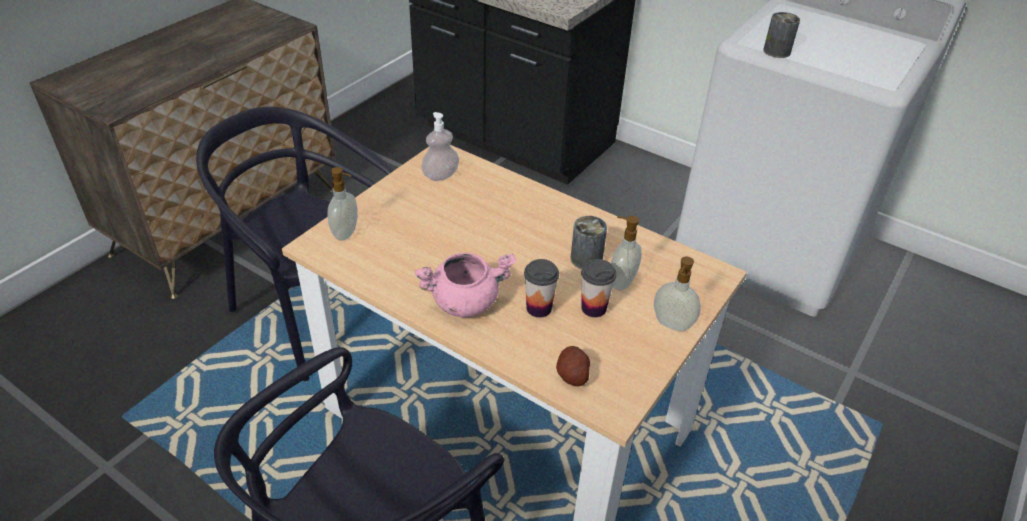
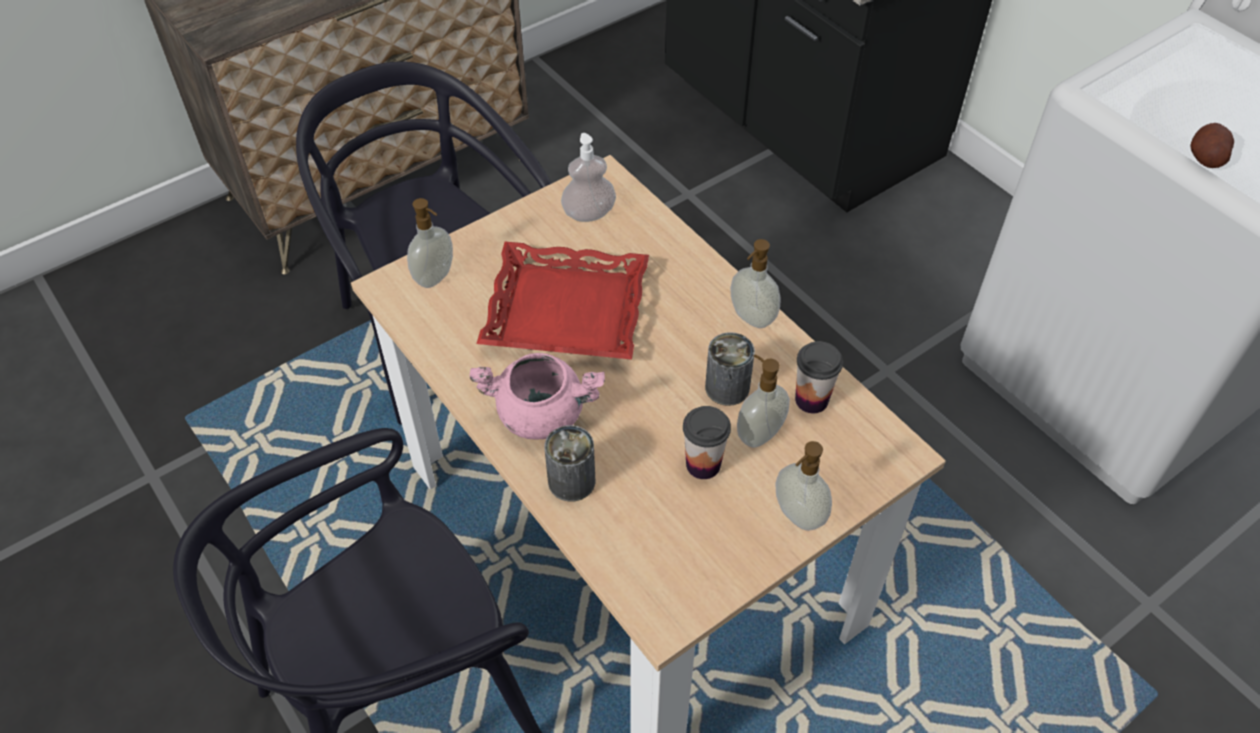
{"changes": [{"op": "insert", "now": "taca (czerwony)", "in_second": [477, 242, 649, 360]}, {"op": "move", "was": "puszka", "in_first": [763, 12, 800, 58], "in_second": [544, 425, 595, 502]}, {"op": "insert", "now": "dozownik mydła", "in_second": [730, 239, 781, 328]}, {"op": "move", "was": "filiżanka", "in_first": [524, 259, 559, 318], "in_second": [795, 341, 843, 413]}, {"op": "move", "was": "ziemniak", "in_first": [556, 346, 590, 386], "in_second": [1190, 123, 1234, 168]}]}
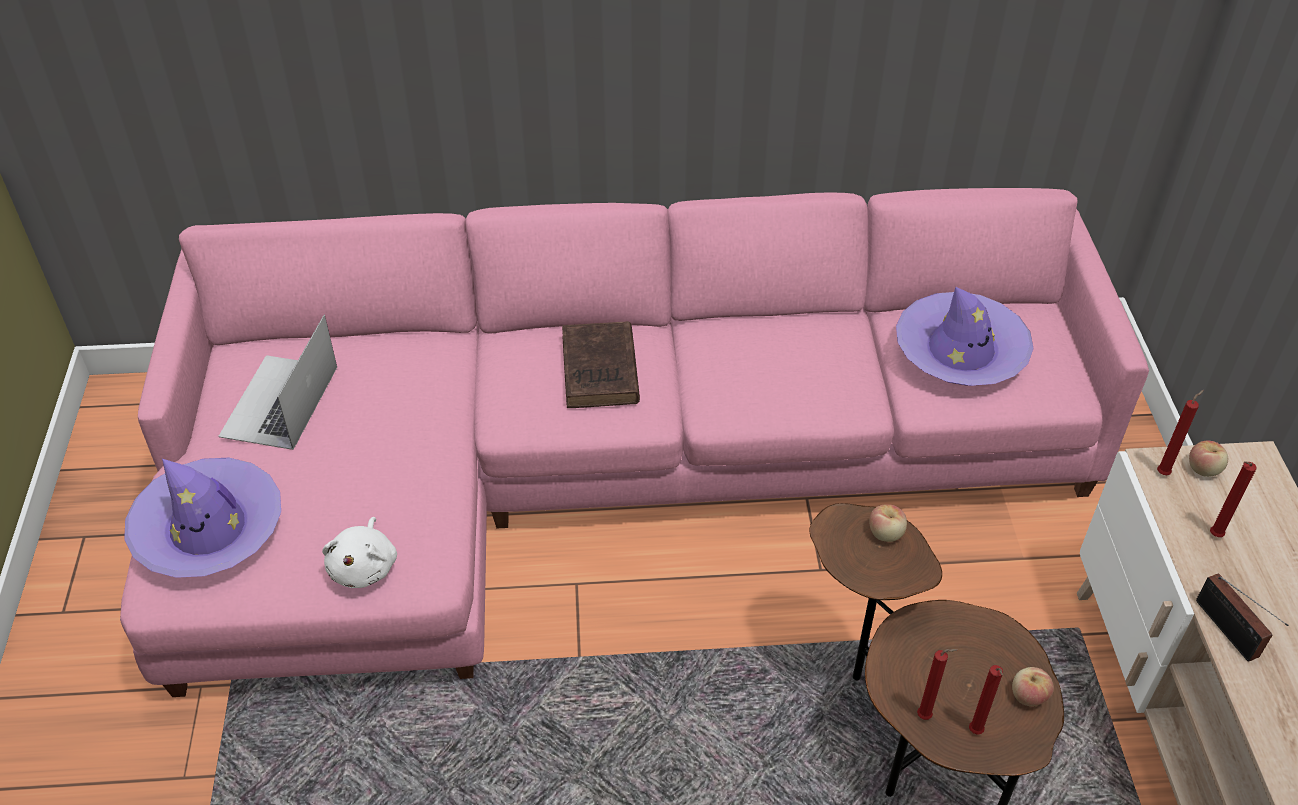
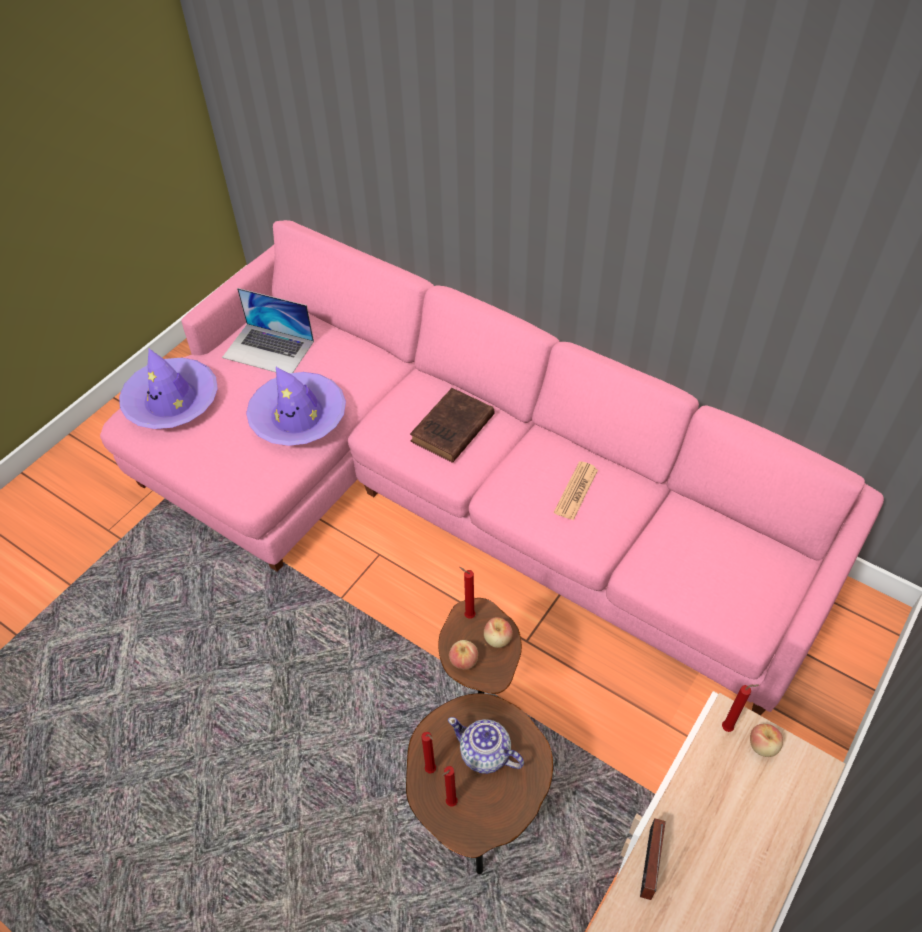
{"changes": [{"op": "rotate", "was": "laptop", "in_first": [218, 315, 337, 450], "in_second": [222, 288, 314, 373], "clockwise": -120}, {"op": "move", "was": "kapelusz (fioletowy)", "in_first": [896, 287, 1034, 386], "in_second": [246, 367, 346, 446]}, {"op": "insert", "now": "imbryk", "in_second": [448, 717, 524, 774]}, {"op": "move", "was": "jabłko", "in_first": [1012, 667, 1054, 706], "in_second": [449, 640, 478, 670]}, {"op": "move", "was": "świeca (czerwony)", "in_first": [1210, 461, 1257, 537], "in_second": [459, 567, 475, 619]}, {"op": "insert", "now": "gazeta", "in_second": [554, 461, 598, 520]}, {"op": "delete", "was": "pluszak (biały)", "in_first": [322, 517, 397, 588]}]}
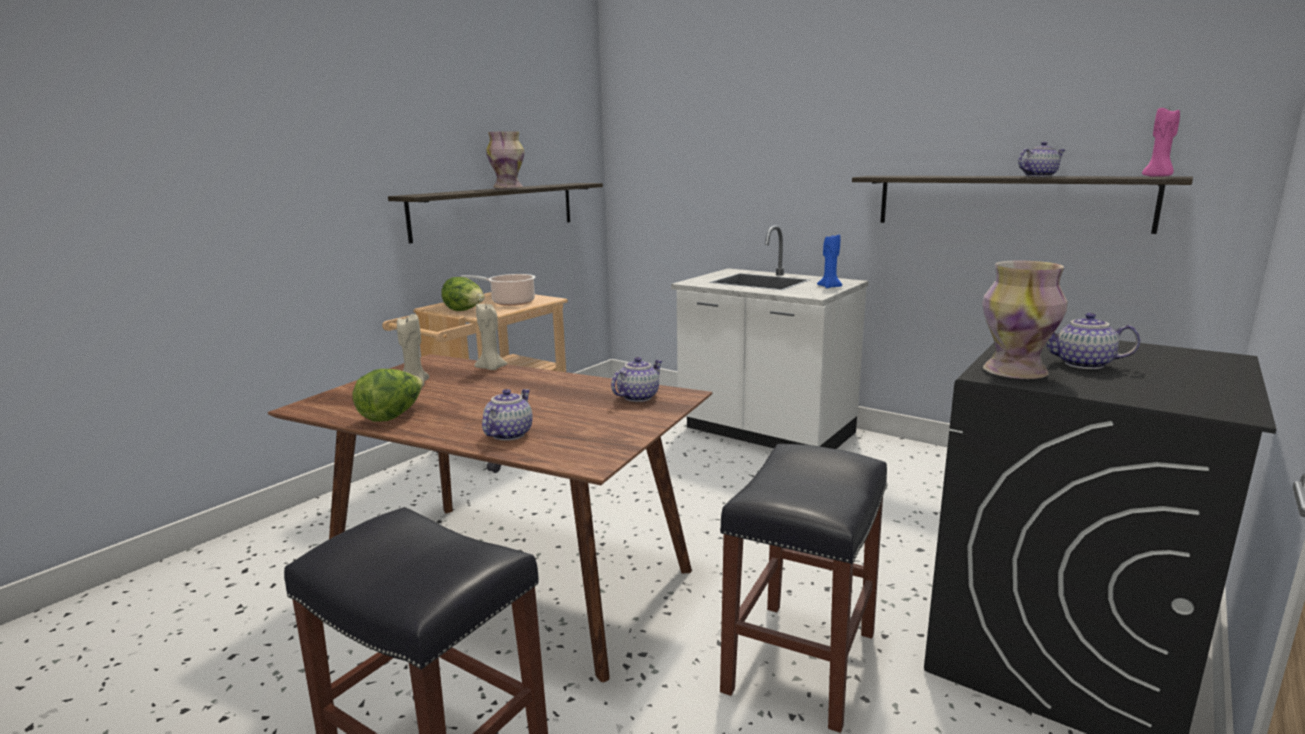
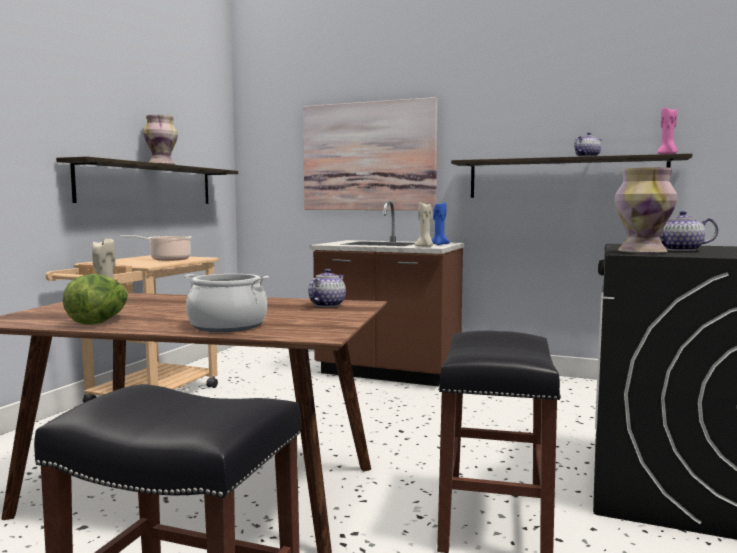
{"changes": [{"op": "replace", "was": "imbryk", "now": "garnek", "in_first": [482, 389, 533, 441], "in_second": [184, 274, 269, 332]}, {"op": "insert", "now": "obraz", "in_second": [303, 97, 438, 210]}, {"op": "recolor", "was": "zabudowa kuchenna (biały)", "now": "zabudowa kuchenna (brązowy)", "in_first": [671, 225, 869, 449], "in_second": [309, 201, 465, 387]}, {"op": "move", "was": "świeca (beżowy)", "in_first": [475, 304, 508, 370], "in_second": [415, 202, 433, 247]}, {"op": "delete", "was": "sałata", "in_first": [441, 277, 485, 311]}]}
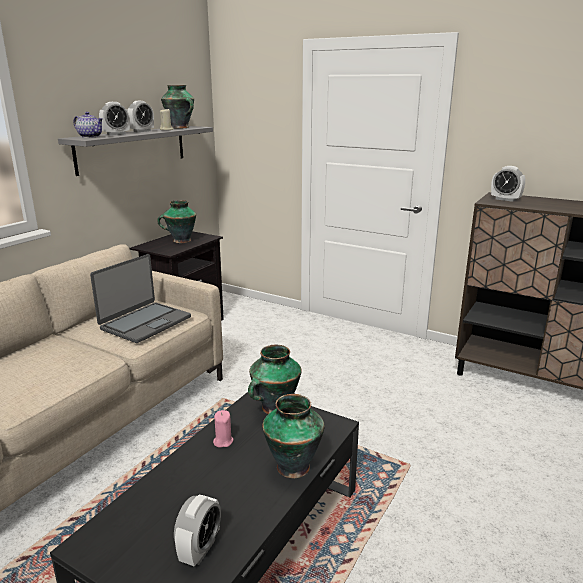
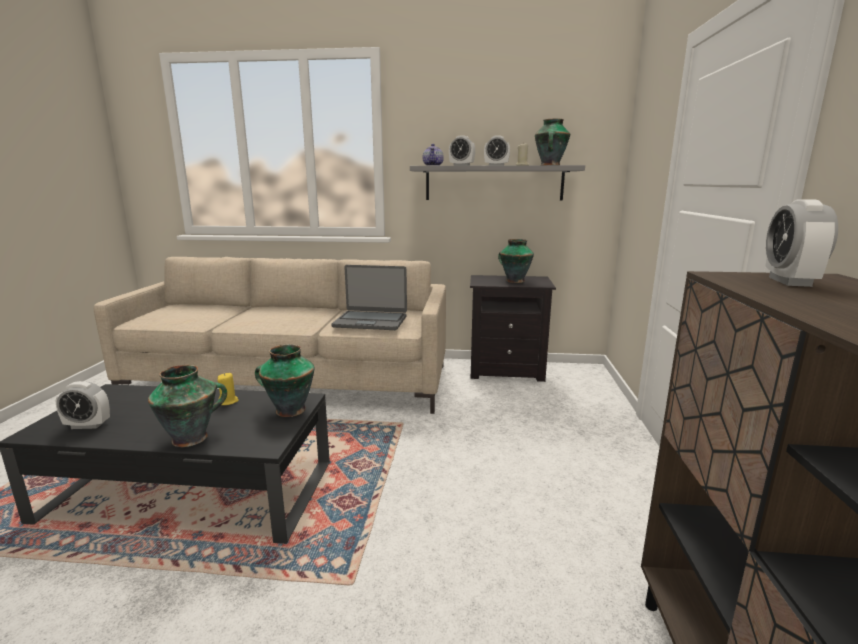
{"changes": [{"op": "recolor", "was": "świeca (różowy)", "now": "świeca (żółty)", "in_first": [213, 410, 233, 448], "in_second": [217, 373, 239, 405]}]}
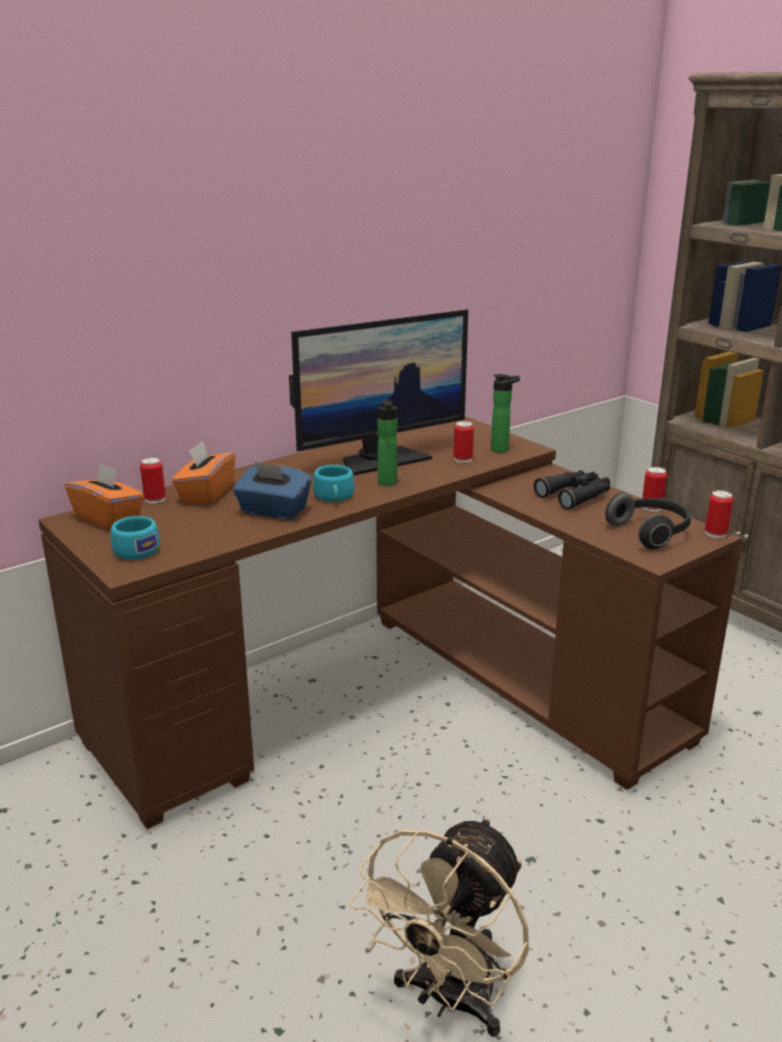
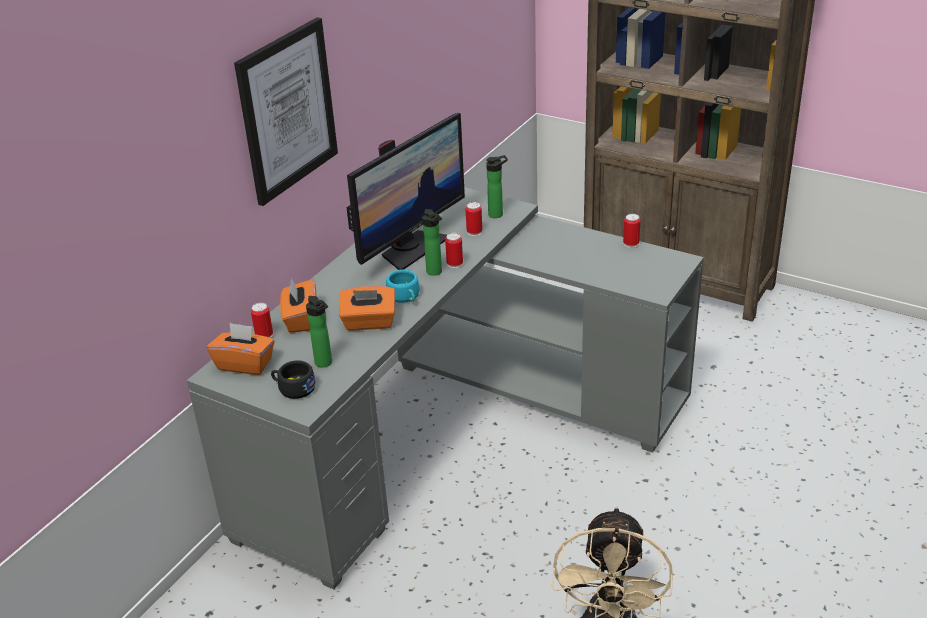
{"changes": [{"op": "recolor", "was": "biurko (brązowy)", "now": "biurko (szary)", "in_first": [38, 416, 742, 829], "in_second": [187, 187, 704, 590]}, {"op": "insert", "now": "obraz", "in_second": [234, 17, 338, 206]}, {"op": "recolor", "was": "filiżanka (turkusowy)", "now": "filiżanka (czarny)", "in_first": [111, 516, 160, 560], "in_second": [271, 360, 316, 399]}, {"op": "insert", "now": "butelka", "in_second": [306, 296, 332, 368]}, {"op": "recolor", "was": "pudełko chusteczek (niebieski)", "now": "pudełko chusteczek (pomarańczowy)", "in_first": [233, 461, 312, 520], "in_second": [339, 286, 395, 331]}, {"op": "move", "was": "puszka", "in_first": [705, 490, 733, 538], "in_second": [445, 233, 463, 268]}, {"op": "delete", "was": "lornetka (czarny)", "in_first": [534, 470, 610, 510]}, {"op": "delete", "was": "słuchawki", "in_first": [605, 492, 691, 549]}]}
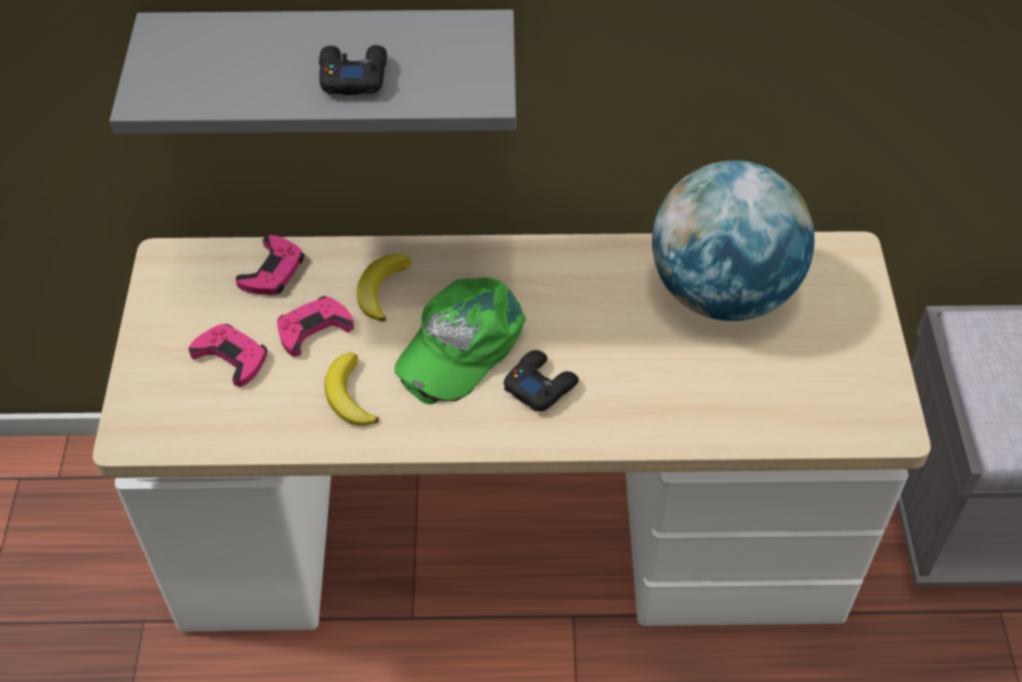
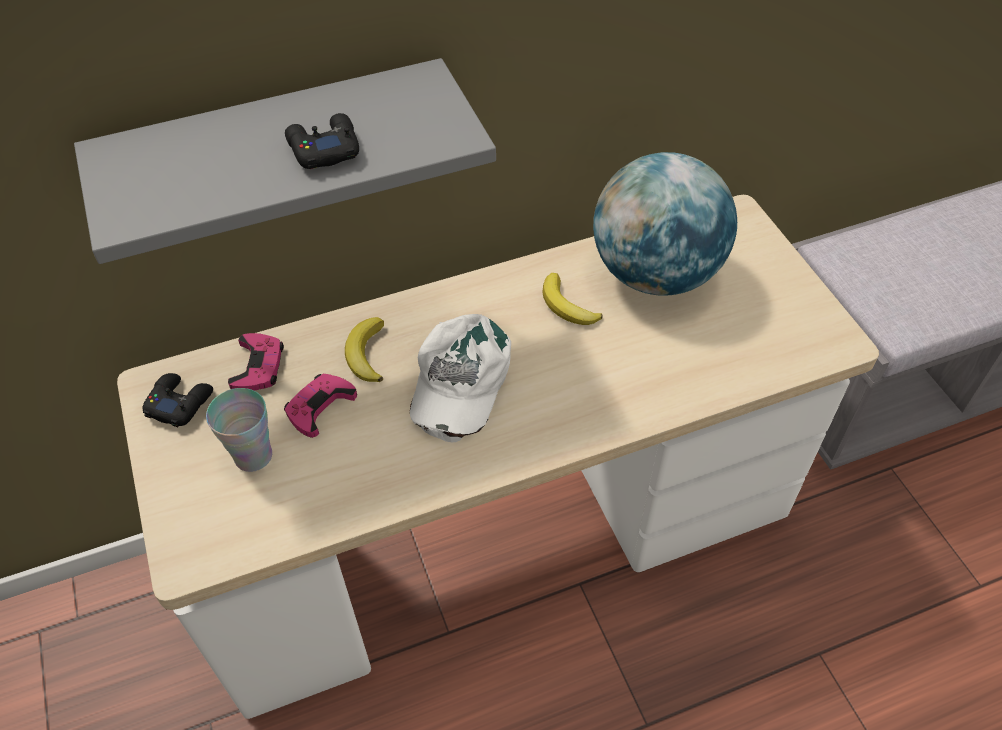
{"changes": [{"op": "move", "was": "pad do gier (czarny)", "in_first": [504, 350, 579, 412], "in_second": [142, 373, 213, 427]}, {"op": "replace", "was": "pad do gier (różowy)", "now": "filiżanka", "in_first": [188, 324, 267, 387], "in_second": [206, 388, 272, 472]}, {"op": "recolor", "was": "czapka z daszkiem (zielony)", "now": "czapka z daszkiem (biały)", "in_first": [394, 278, 526, 404], "in_second": [410, 314, 511, 442]}, {"op": "move", "was": "banan", "in_first": [324, 352, 379, 426], "in_second": [542, 273, 602, 325]}]}
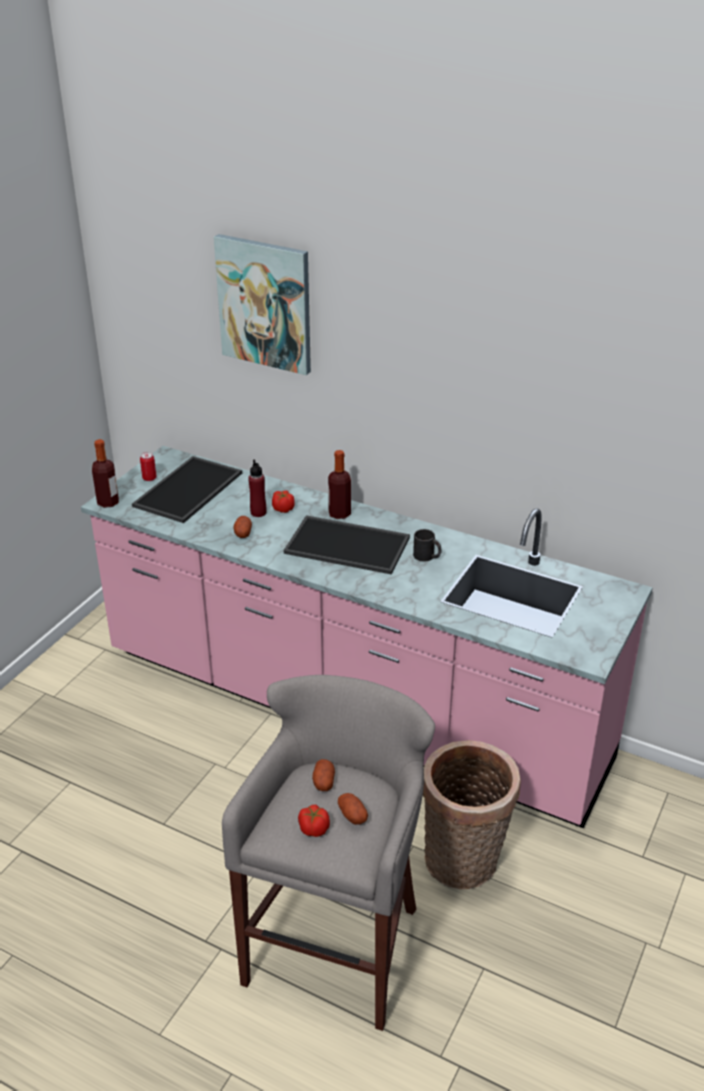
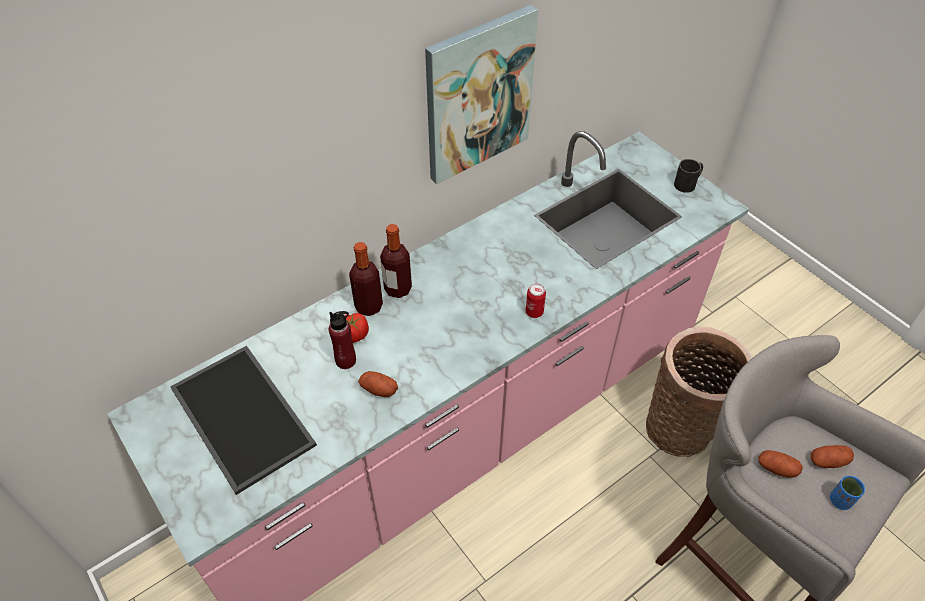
{"changes": [{"op": "move", "was": "butelka", "in_first": [92, 439, 119, 508], "in_second": [349, 242, 383, 316]}, {"op": "move", "was": "obraz", "in_first": [214, 234, 311, 375], "in_second": [425, 5, 538, 184]}, {"op": "move", "was": "puszka", "in_first": [140, 452, 157, 481], "in_second": [525, 284, 546, 318]}, {"op": "move", "was": "kubek (czarny)", "in_first": [413, 529, 442, 562], "in_second": [674, 159, 703, 193]}, {"op": "replace", "was": "pomidor", "now": "filiżanka (niebieski)", "in_first": [298, 805, 330, 837], "in_second": [830, 476, 865, 510]}, {"op": "delete", "was": "taca", "in_first": [284, 515, 410, 575]}]}
